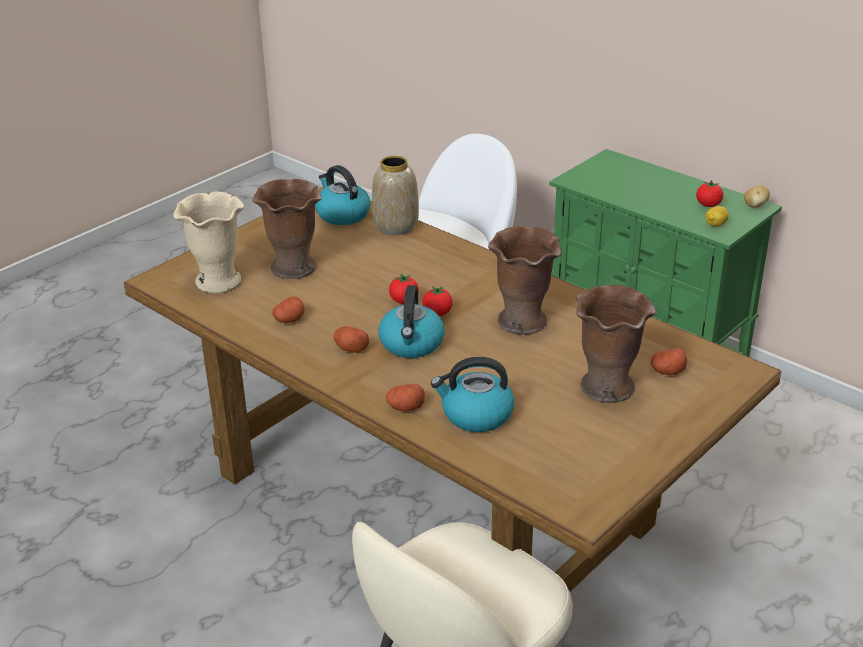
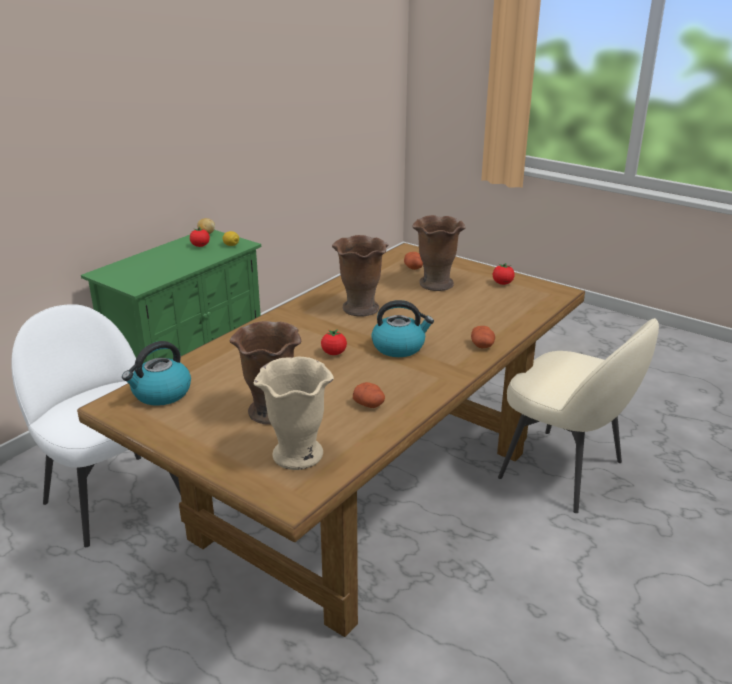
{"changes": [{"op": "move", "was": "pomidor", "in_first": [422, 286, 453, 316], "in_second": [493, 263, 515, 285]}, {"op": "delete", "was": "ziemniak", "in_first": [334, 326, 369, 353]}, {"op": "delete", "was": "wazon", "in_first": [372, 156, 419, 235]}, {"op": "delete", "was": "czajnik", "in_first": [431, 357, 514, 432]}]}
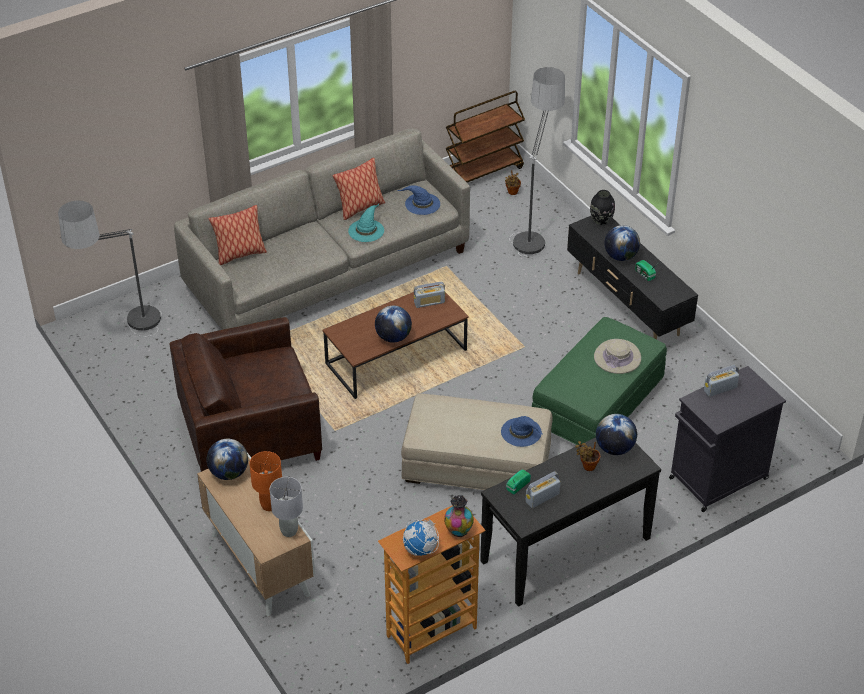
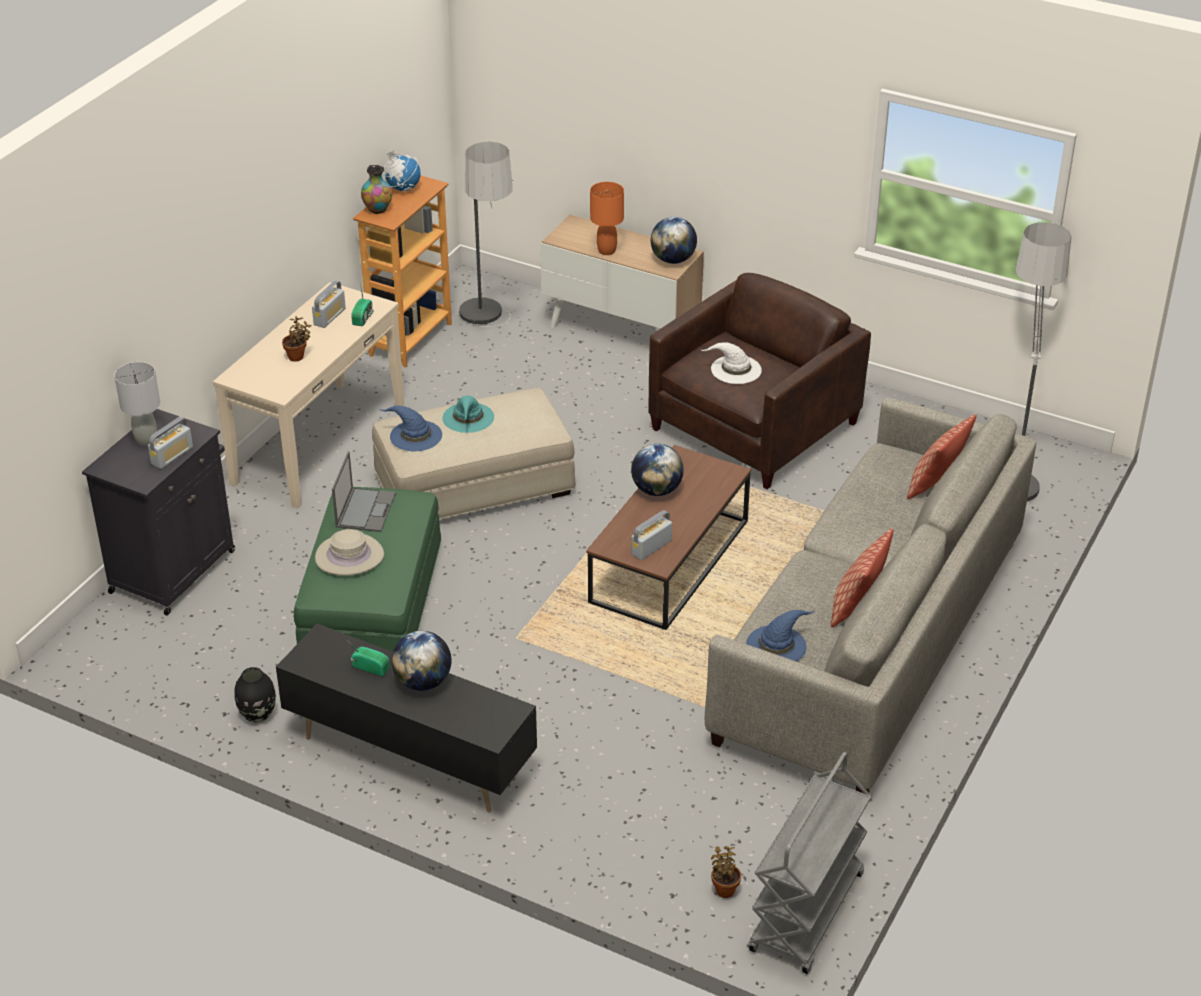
{"changes": [{"op": "move", "was": "lampa stołowa (szary)", "in_first": [270, 477, 303, 537], "in_second": [114, 362, 160, 446]}, {"op": "recolor", "was": "stolik konsolowy (czarny)", "now": "stolik konsolowy (beżowy)", "in_first": [480, 437, 661, 607], "in_second": [213, 282, 404, 509]}, {"op": "move", "was": "wazon (czarny)", "in_first": [590, 190, 615, 225], "in_second": [234, 667, 276, 723]}, {"op": "insert", "now": "laptop", "in_second": [332, 451, 396, 532]}, {"op": "move", "was": "kapelusz (turkusowy)", "in_first": [348, 203, 384, 242], "in_second": [443, 396, 494, 433]}, {"op": "move", "was": "lampa stojąca", "in_first": [509, 67, 565, 257], "in_second": [459, 142, 513, 327]}, {"op": "insert", "now": "kapelusz (biały)", "in_second": [701, 343, 762, 384]}, {"op": "recolor", "was": "wózek (brązowy)", "now": "wózek (szary)", "in_first": [446, 91, 525, 182], "in_second": [748, 752, 871, 974]}, {"op": "delete", "was": "globus", "in_first": [596, 414, 637, 455]}]}
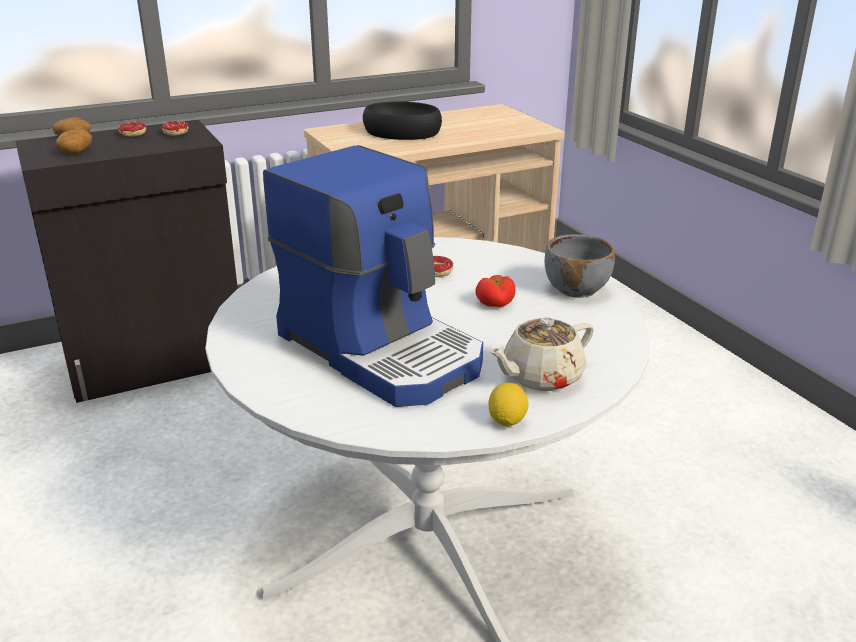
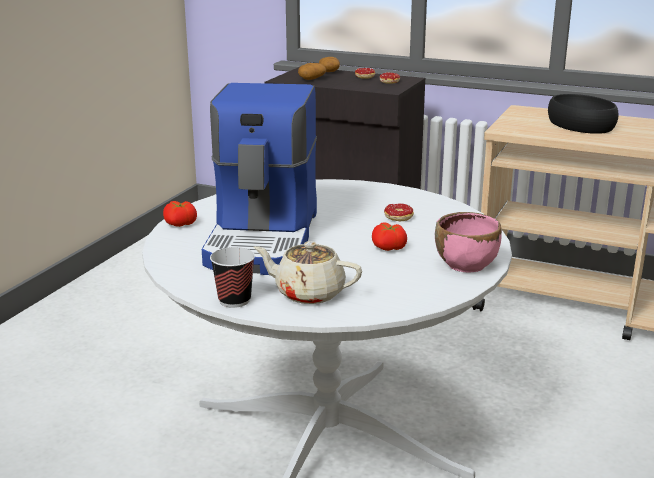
{"changes": [{"op": "insert", "now": "pomidor", "in_second": [163, 201, 197, 227]}, {"op": "replace", "was": "cytryna", "now": "filiżanka", "in_first": [488, 383, 529, 427], "in_second": [210, 247, 255, 308]}, {"op": "recolor", "was": "miska (szary)", "now": "miska (różowy)", "in_first": [545, 234, 615, 298], "in_second": [435, 212, 502, 273]}]}
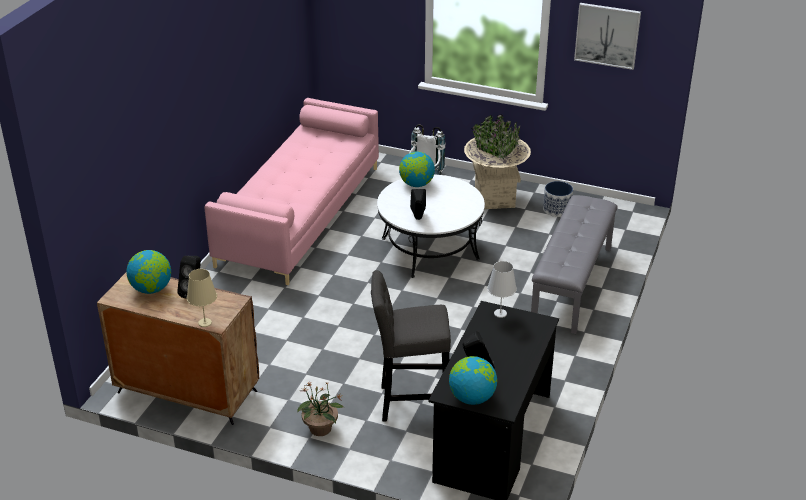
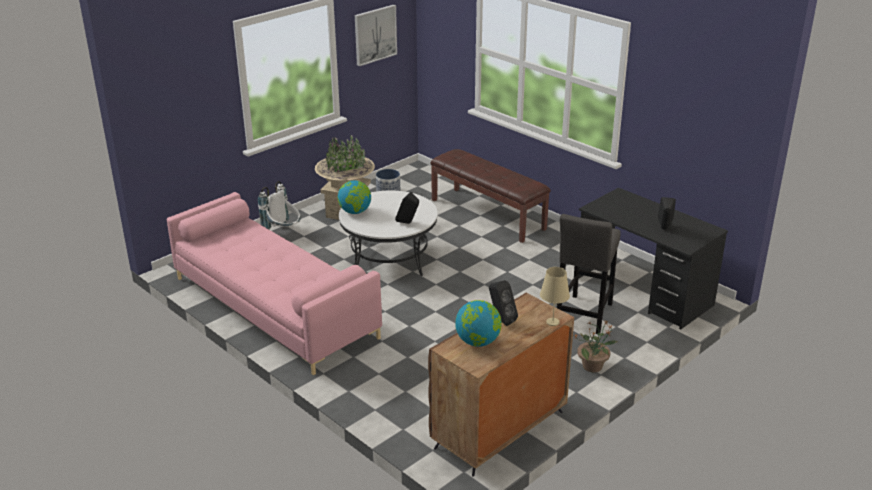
{"changes": [{"op": "recolor", "was": "ławka (szary)", "now": "ławka (brązowy)", "in_first": [531, 195, 618, 334], "in_second": [430, 149, 551, 243]}, {"op": "delete", "was": "globus", "in_first": [449, 356, 497, 405]}, {"op": "delete", "was": "lampa stołowa (biały)", "in_first": [487, 261, 517, 318]}]}
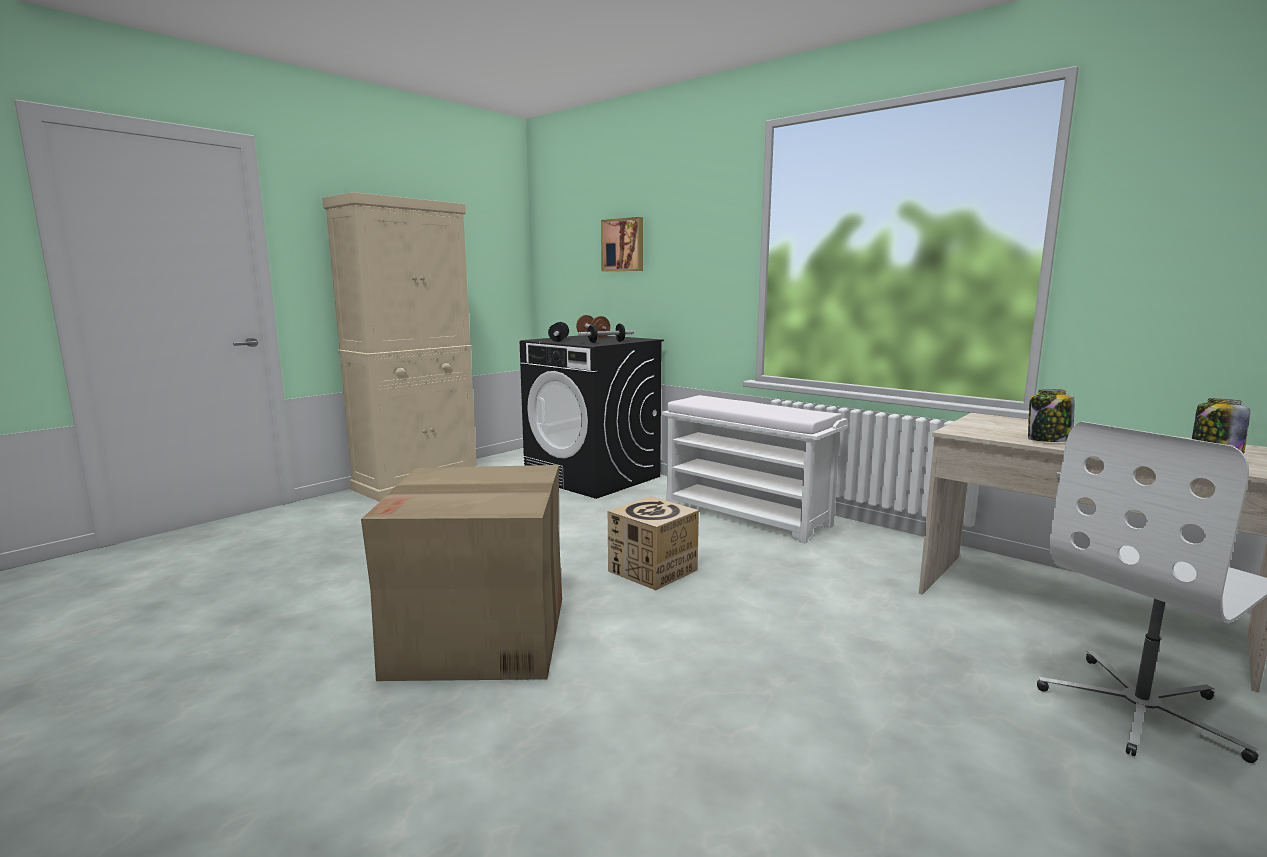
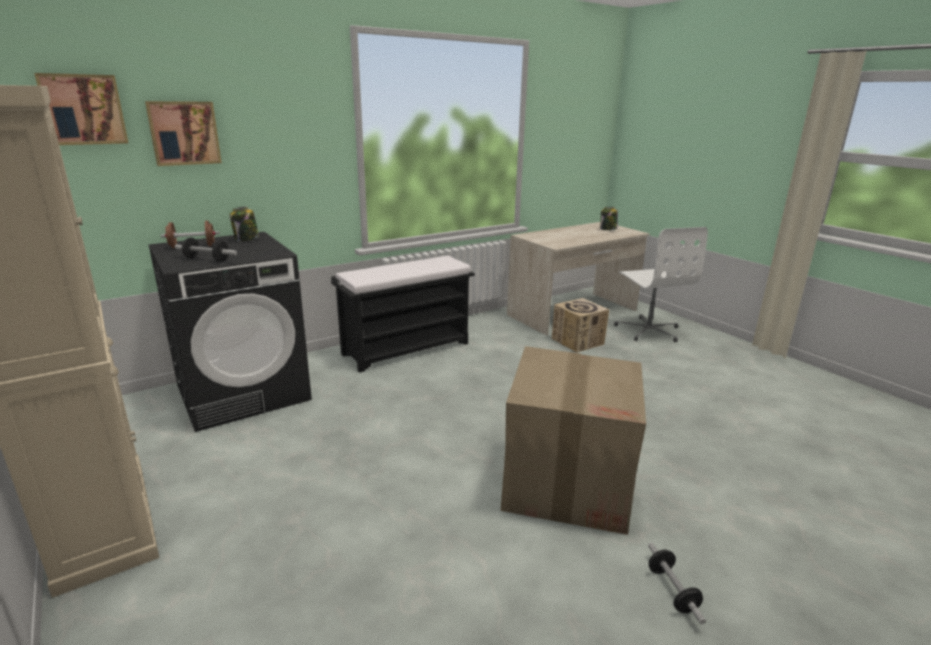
{"changes": [{"op": "insert", "now": "obraz", "in_second": [34, 73, 128, 145]}, {"op": "move", "was": "słoik", "in_first": [1028, 389, 1075, 442], "in_second": [229, 206, 259, 241]}, {"op": "recolor", "was": "ławka (biały)", "now": "ławka (czarny)", "in_first": [662, 395, 848, 543], "in_second": [331, 255, 475, 373]}, {"op": "move", "was": "karton", "in_first": [608, 496, 699, 590], "in_second": [552, 298, 609, 353]}, {"op": "move", "was": "hantel", "in_first": [578, 323, 634, 343], "in_second": [648, 543, 706, 624]}]}
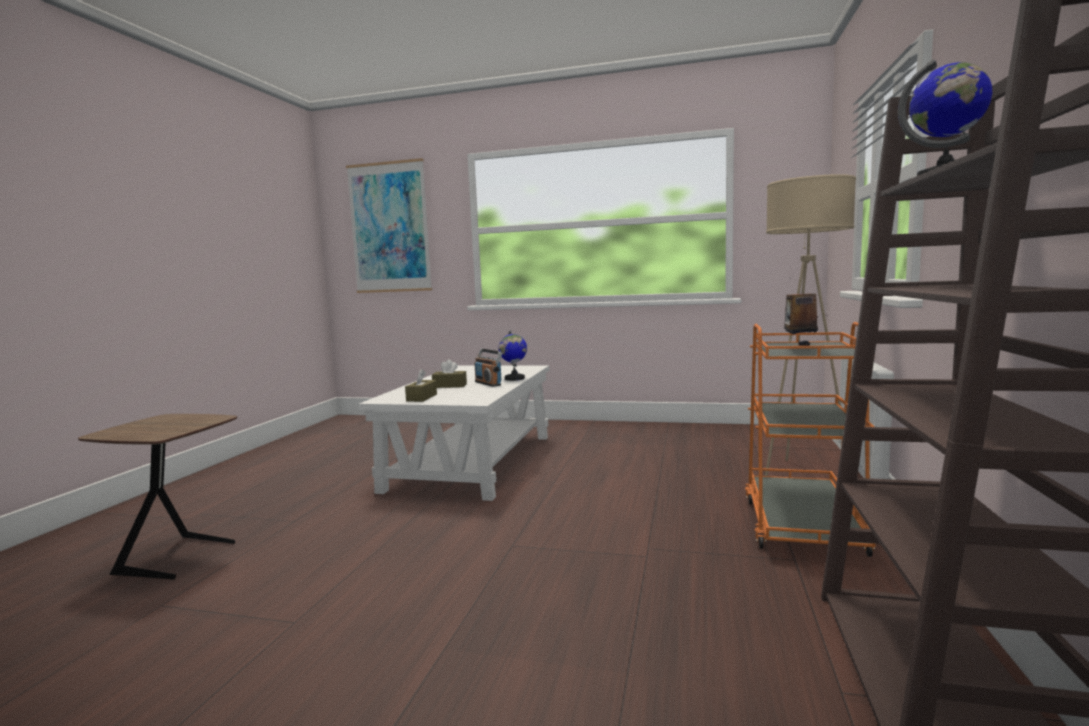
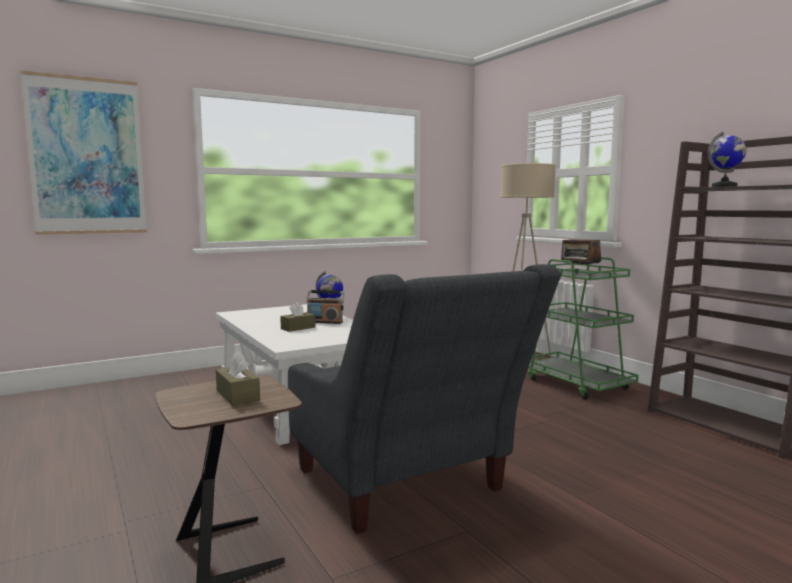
{"changes": [{"op": "move", "was": "pudełko chusteczek (brązowy)", "in_first": [405, 369, 437, 402], "in_second": [216, 351, 260, 406]}, {"op": "insert", "now": "fotel (szary)", "in_second": [288, 264, 561, 534]}, {"op": "recolor", "was": "wózek (pomarańczowy)", "now": "wózek (zielony)", "in_first": [745, 322, 875, 557], "in_second": [528, 257, 638, 400]}]}
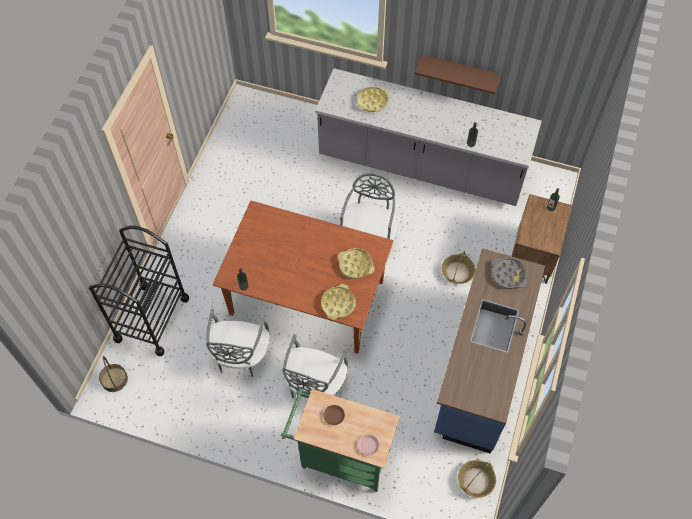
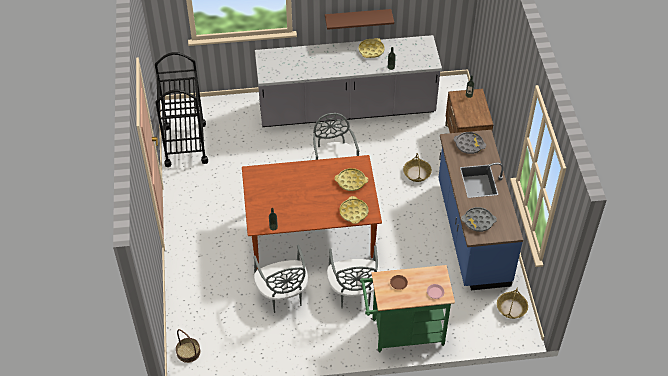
{"changes": [{"op": "move", "was": "wózek (czarny)", "in_first": [89, 226, 189, 356], "in_second": [155, 52, 208, 167]}, {"op": "move", "was": "taca (żółty)", "in_first": [357, 87, 389, 112], "in_second": [359, 38, 385, 58]}, {"op": "insert", "now": "taca (szary)", "in_second": [461, 207, 497, 232]}]}
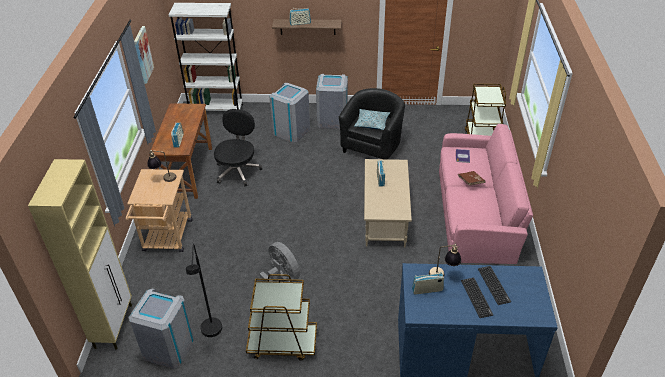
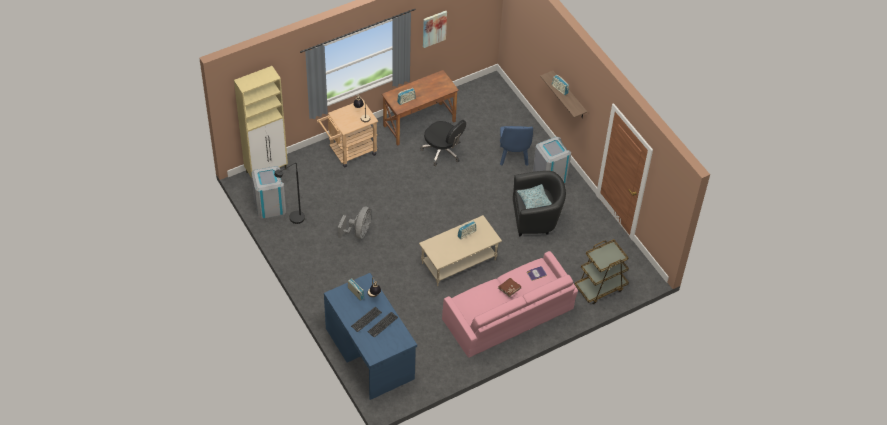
{"changes": [{"op": "rotate", "was": "krzesło biurowe (czarny)", "in_first": [214, 109, 262, 187], "in_second": [420, 120, 466, 166], "clockwise": 60}, {"op": "replace", "was": "kosz na śmieci (szary)", "now": "krzesło (niebieski)", "in_first": [269, 83, 310, 143], "in_second": [500, 126, 533, 166]}, {"op": "delete", "was": "regał (biały)", "in_first": [169, 3, 243, 111]}, {"op": "delete", "was": "wózek (brązowy)", "in_first": [246, 274, 317, 361]}]}
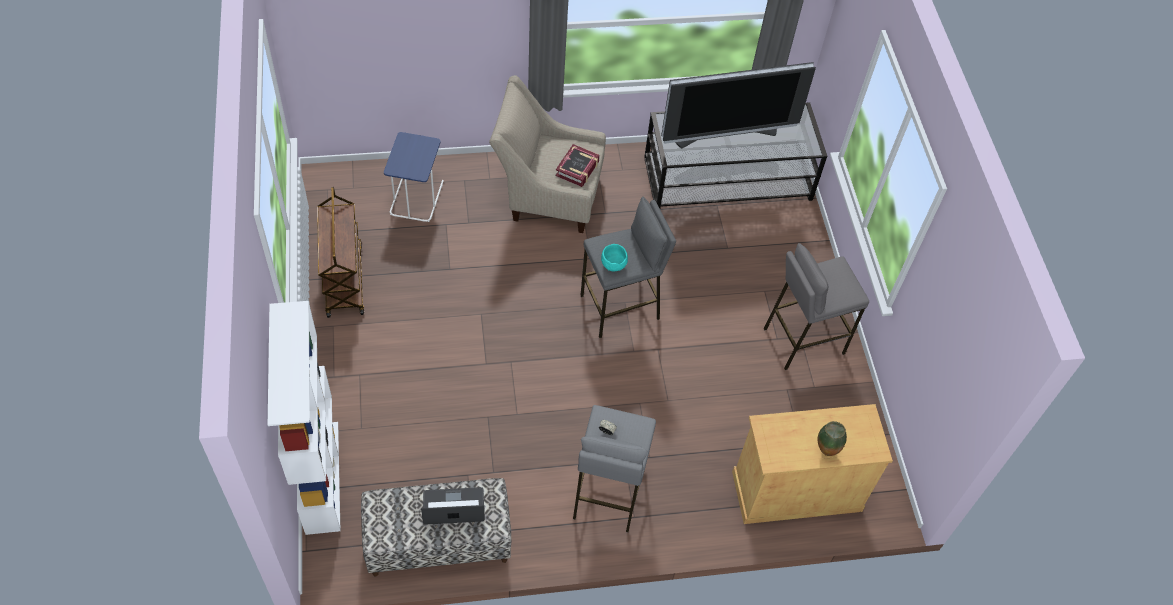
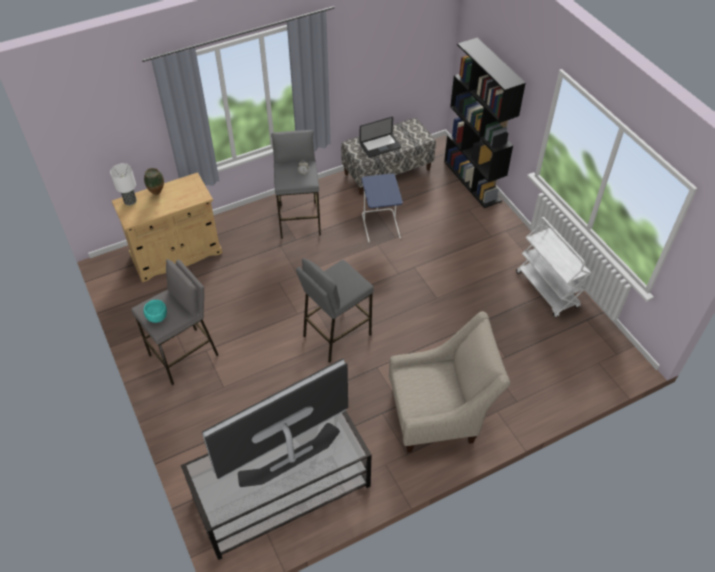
{"changes": [{"op": "insert", "now": "lampa stołowa", "in_second": [110, 163, 137, 205]}, {"op": "move", "was": "miska (turkusowy)", "in_first": [601, 244, 628, 271], "in_second": [143, 300, 167, 323]}, {"op": "move", "was": "stolik (niebieski)", "in_first": [384, 132, 444, 222], "in_second": [362, 173, 403, 242]}, {"op": "recolor", "was": "regał (biały)", "now": "regał (czarny)", "in_first": [268, 301, 340, 535], "in_second": [444, 38, 526, 208]}, {"op": "recolor", "was": "wózek (brązowy)", "now": "wózek (biały)", "in_first": [317, 187, 364, 318], "in_second": [516, 217, 591, 318]}, {"op": "delete", "was": "książka", "in_first": [555, 144, 600, 187]}]}
